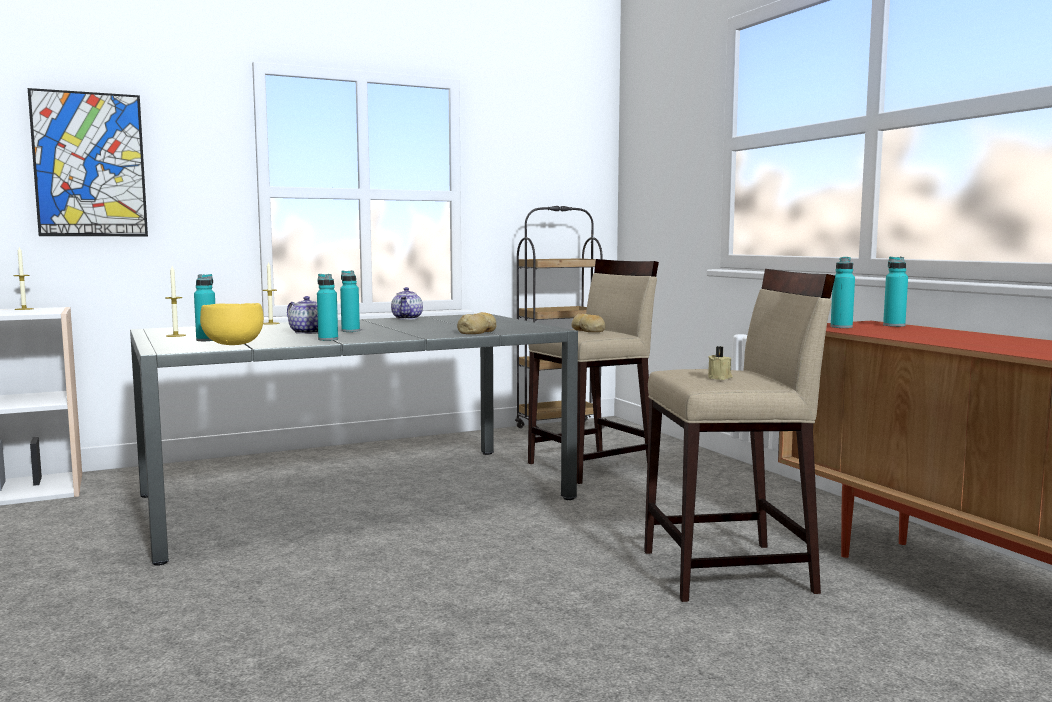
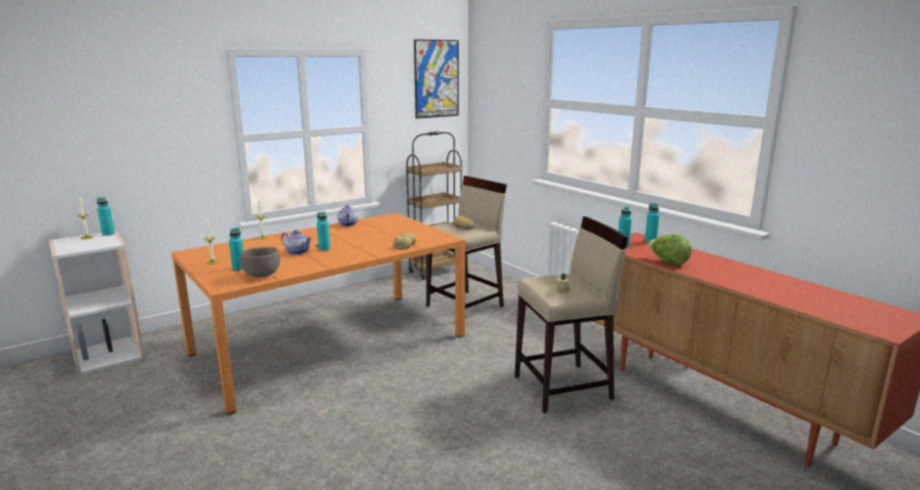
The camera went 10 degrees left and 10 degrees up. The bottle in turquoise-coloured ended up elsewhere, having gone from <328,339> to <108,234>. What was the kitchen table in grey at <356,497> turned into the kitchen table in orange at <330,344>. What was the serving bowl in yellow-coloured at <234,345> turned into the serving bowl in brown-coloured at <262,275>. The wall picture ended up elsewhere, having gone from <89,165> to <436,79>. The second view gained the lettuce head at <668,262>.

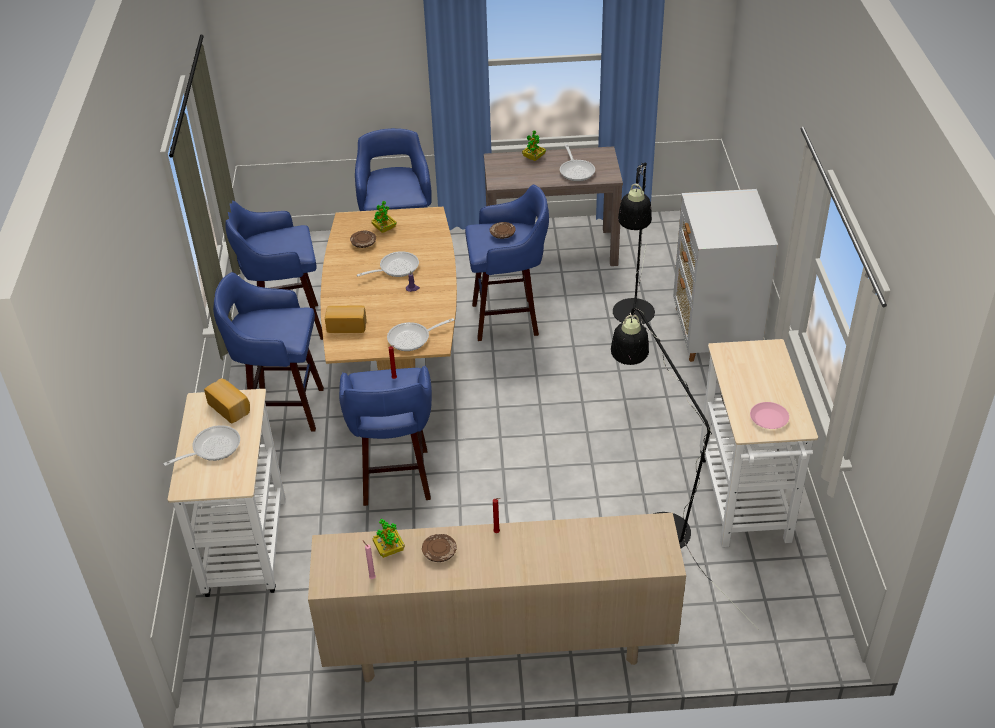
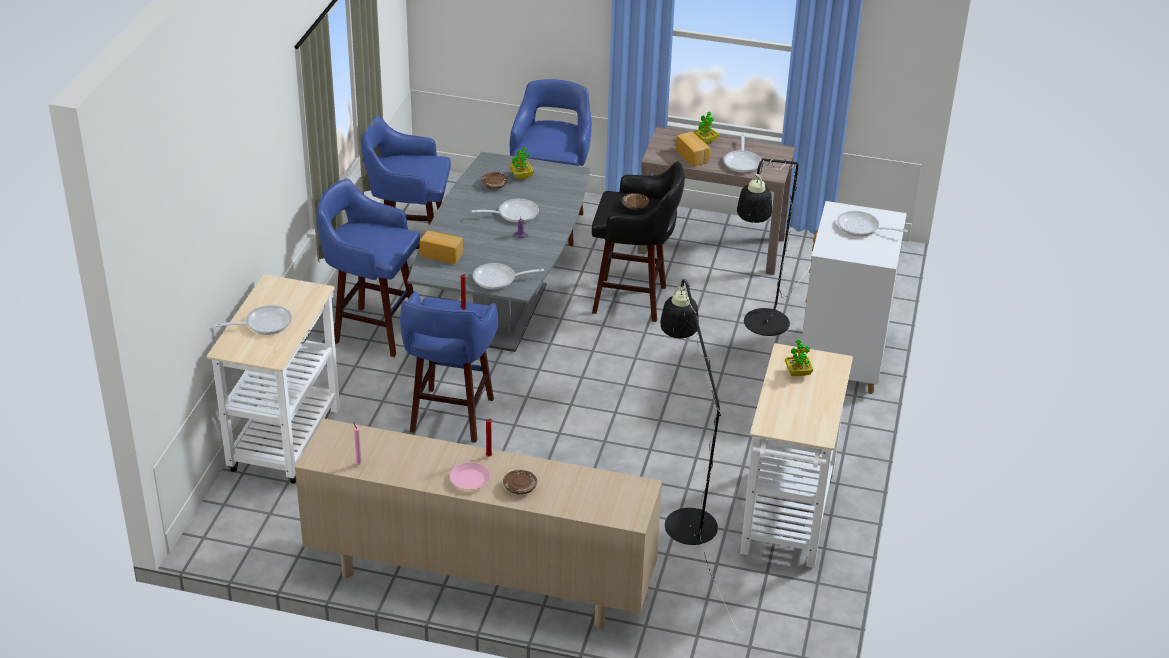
The camera went 15 degrees right and 5 degrees down. What was the kitchen table in brown-coloured at <397,361> turned into the kitchen table in grey at <503,313>. The flat dish in pink-coloured ended up elsewhere, having gone from <768,418> to <470,479>. The flat dish in brown-coloured ended up elsewhere, having gone from <439,552> to <520,487>. What was the stool in blue-coloured at <508,320> turned into the stool in black-coloured at <633,301>. The bakery bread ended up elsewhere, having gone from <230,407> to <693,156>. The houseplant ended up elsewhere, having gone from <389,549> to <798,372>. The second view gained the skillet at <862,228>.

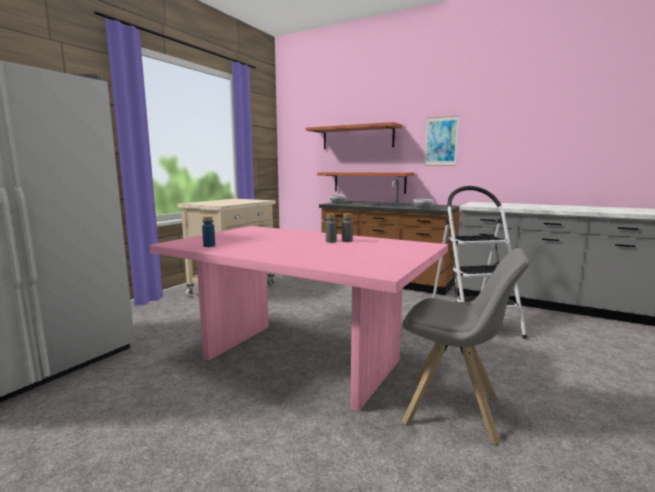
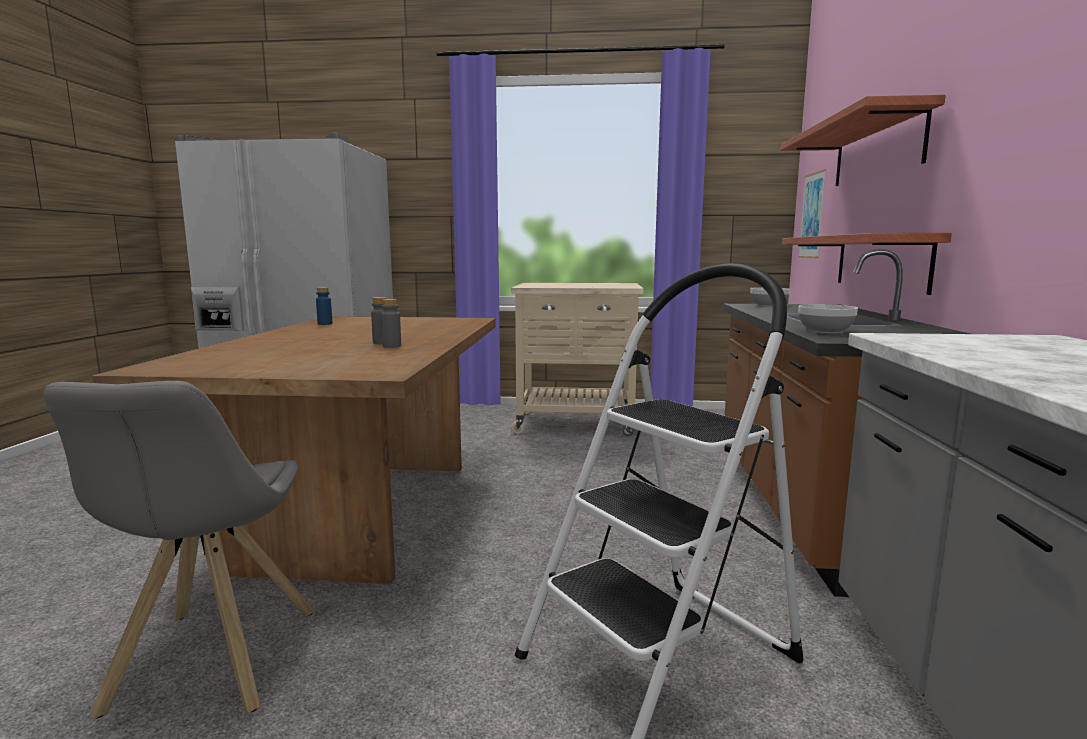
The camera went 65 degrees right and 0 degrees up. What was the kitchen table in pink-coloured at <299,359> turned into the kitchen table in brown-coloured at <362,511>. The wall picture ended up elsewhere, having gone from <441,141> to <812,215>.

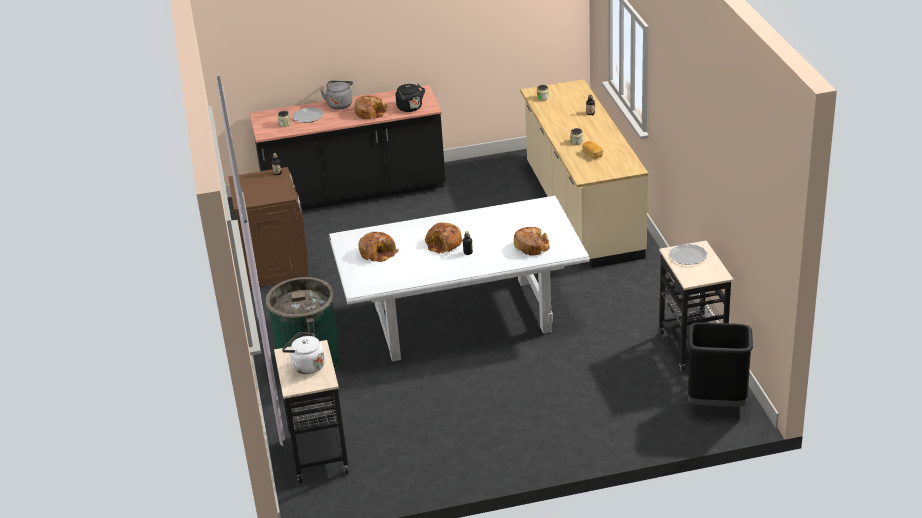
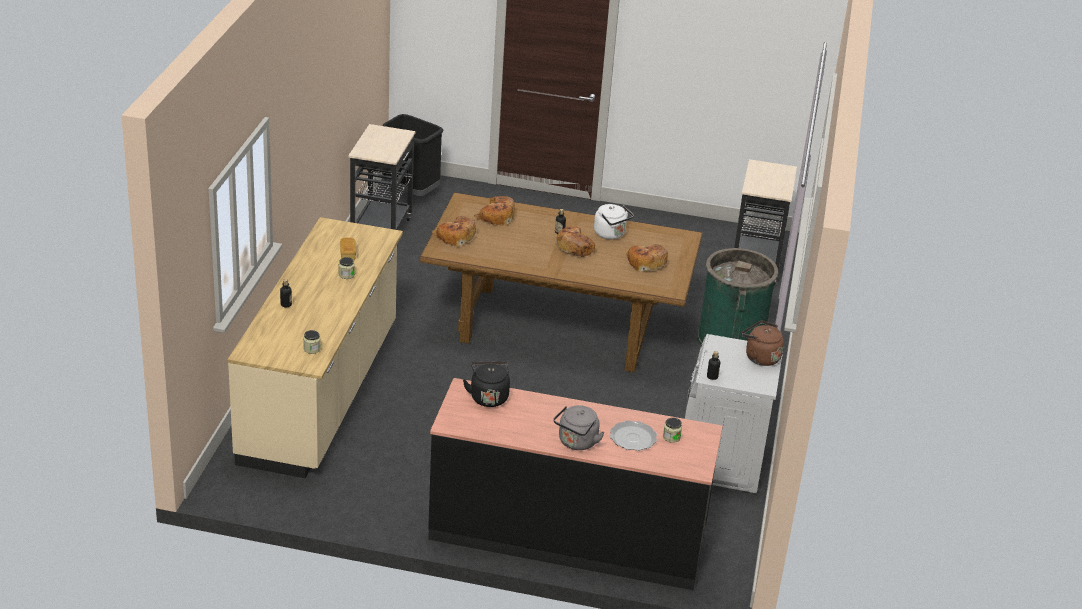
The camera went 160 degrees left and 0 degrees up. What was the kitchen table in white-coloured at <462,318> turned into the kitchen table in brown-coloured at <556,327>. The bakery bread ended up elsewhere, having gone from <370,112> to <455,236>. The kettle in white-coloured ended up elsewhere, having gone from <306,366> to <611,234>. What was the laundry machine in brown-coloured at <275,267> turned into the laundry machine in white-coloured at <722,461>. The second view gained the kettle in brown-coloured at <760,357>. The second view lost the flat dish at <688,256>.

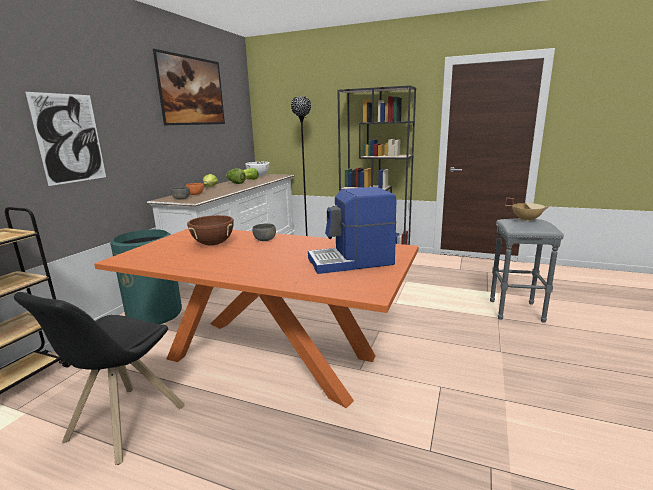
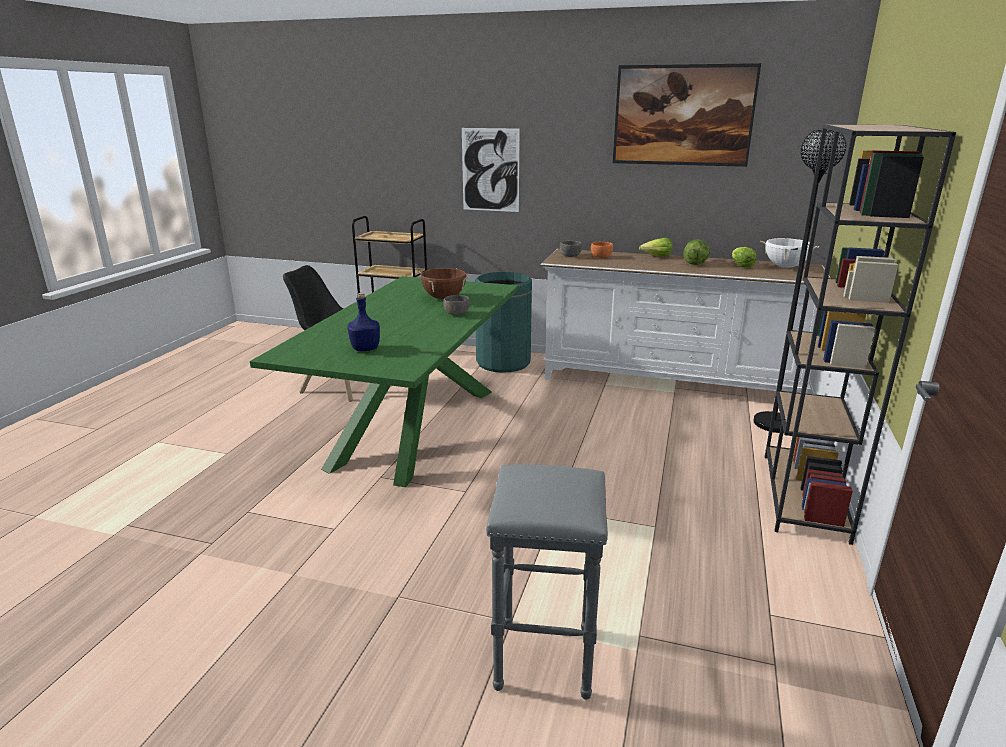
The camera went 85 degrees right and 5 degrees up. What was the kitchen table in orange at <271,357> turned into the kitchen table in green at <414,427>. Where the coffee maker stood at <351,262>, the bottle in blue-coloured came to stand at <364,348>. The second view lost the stockpot in beige at <526,220>.

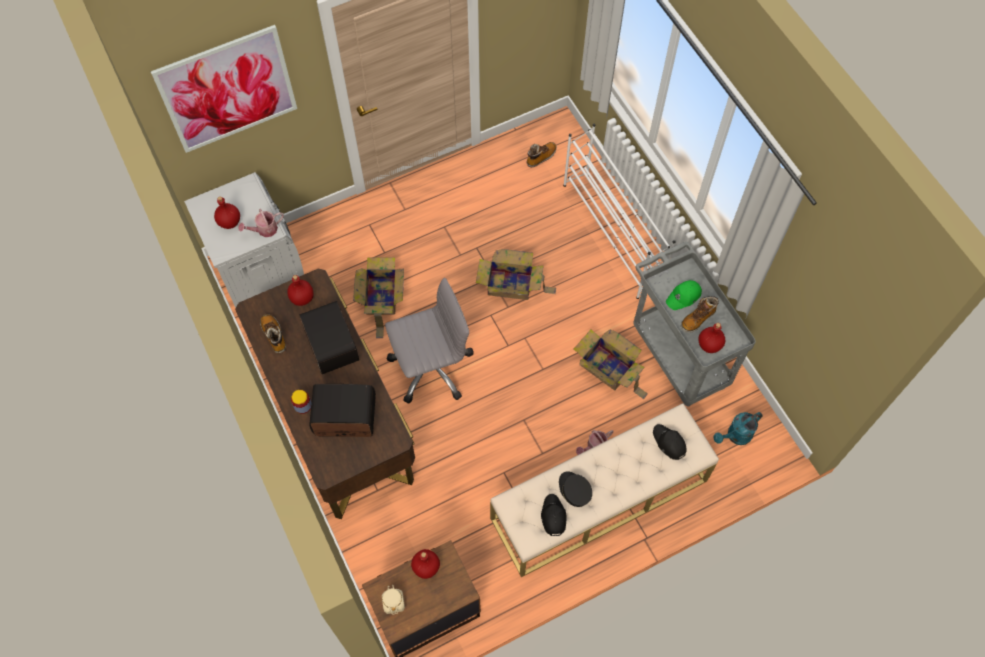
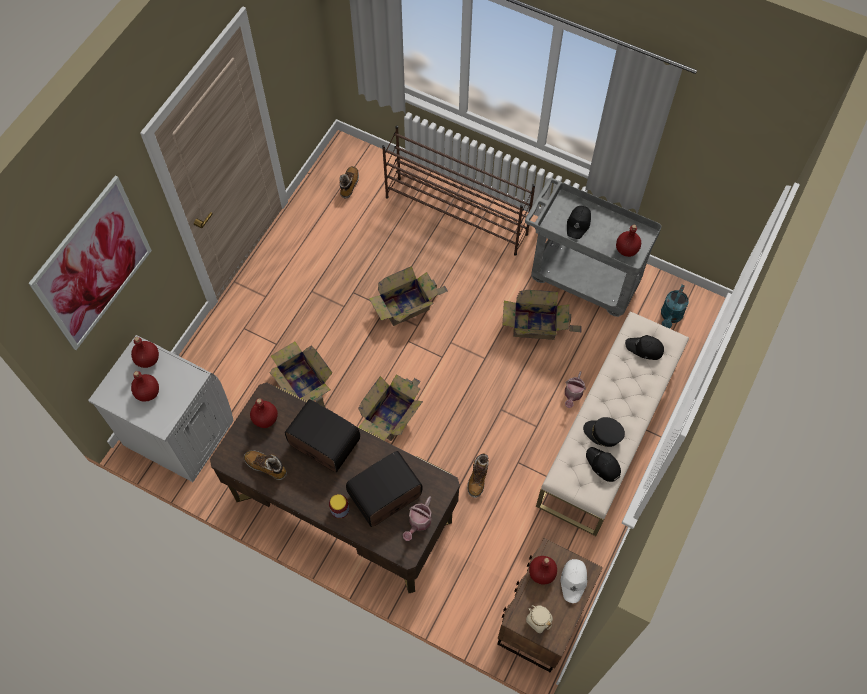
The camera went 35 degrees left and 0 degrees up. The second view gained the bottle in red at <148,359>. Where the office chair in grey stood at <431,367>, the carton came to stand at <392,415>. What was the shoe rack in white-coloured at <611,235> turned into the shoe rack in brown-coloured at <456,216>. The watering can ended up elsewhere, having gone from <264,230> to <418,523>. The boot ended up elsewhere, having gone from <697,319> to <478,478>. The second view gained the peaked cap in white-coloured at <574,580>. What was the peaked cap in green at <684,297> turned into the peaked cap in black-coloured at <578,224>.

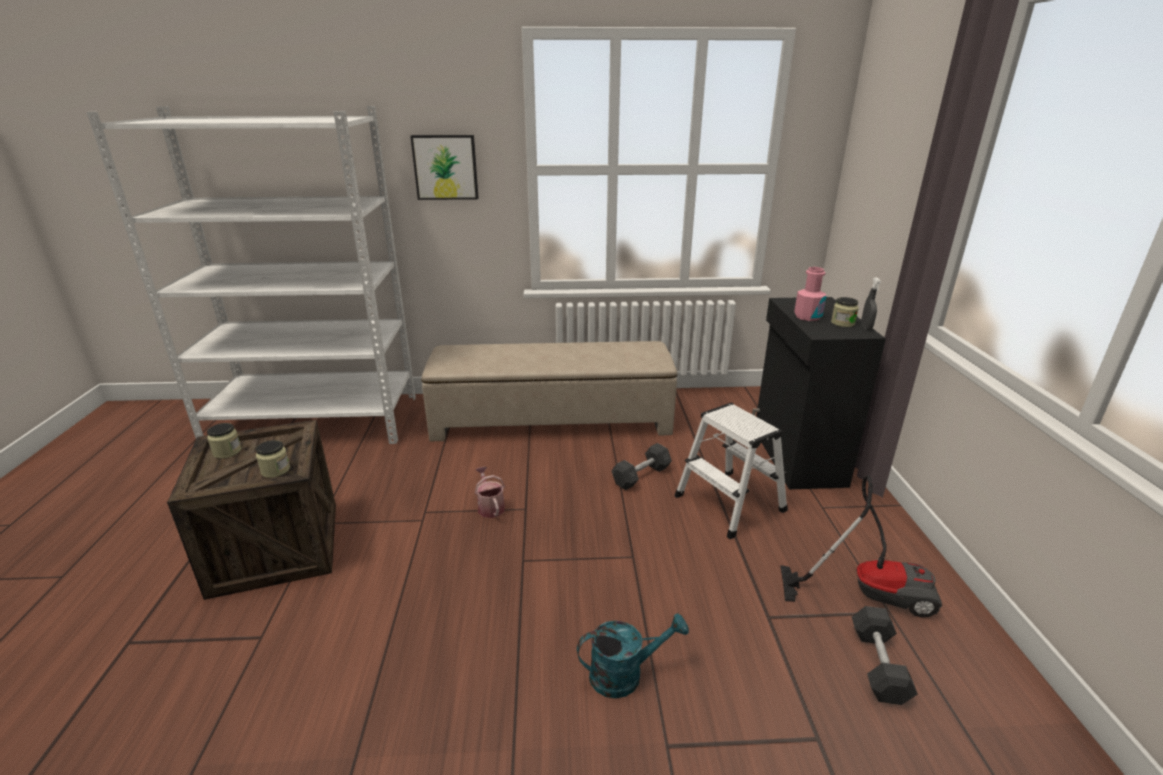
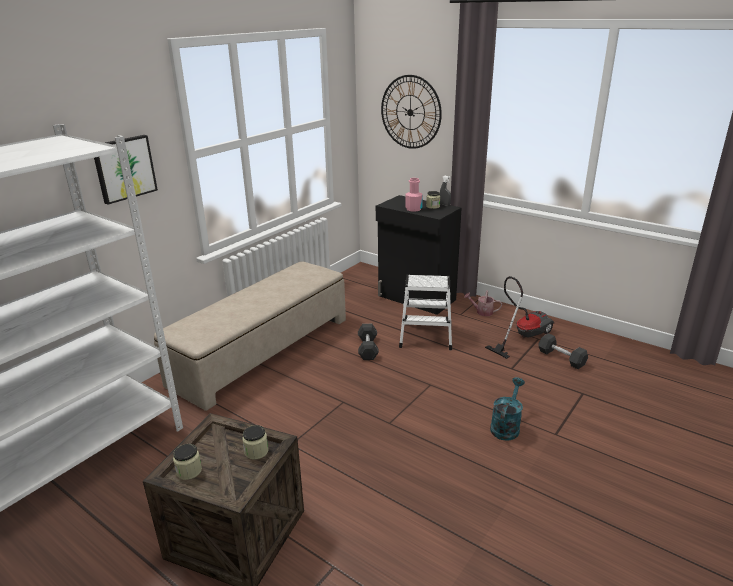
The camera went 50 degrees left and 0 degrees up. The second view gained the clock on the wall at <410,112>. The watering can ended up elsewhere, having gone from <490,506> to <482,312>.

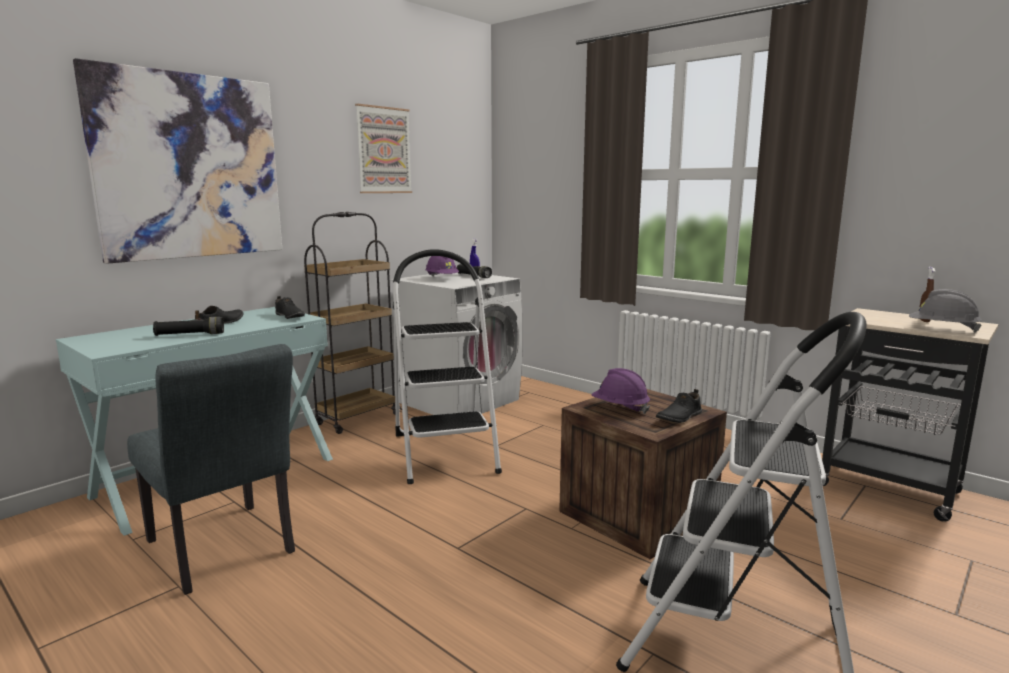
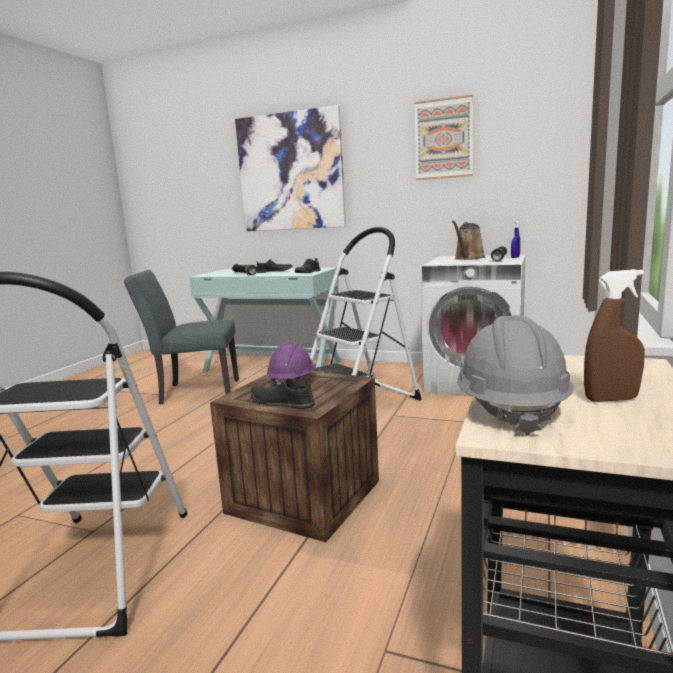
The camera went 70 degrees right and 0 degrees up. The upright chair in grey at <225,551> ended up facing another way, 60 degrees clockwise from before. Where the work helmet in purple stood at <442,278>, the watering can in brown-coloured came to stand at <468,258>. The second view lost the wheeled cart in brown-coloured at <357,419>.

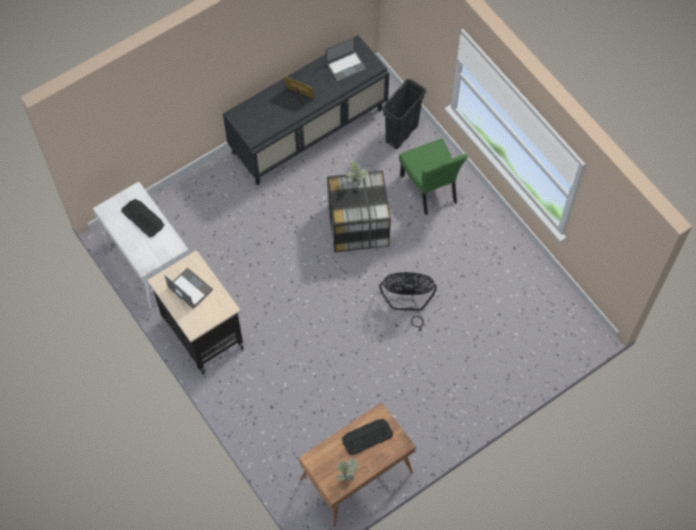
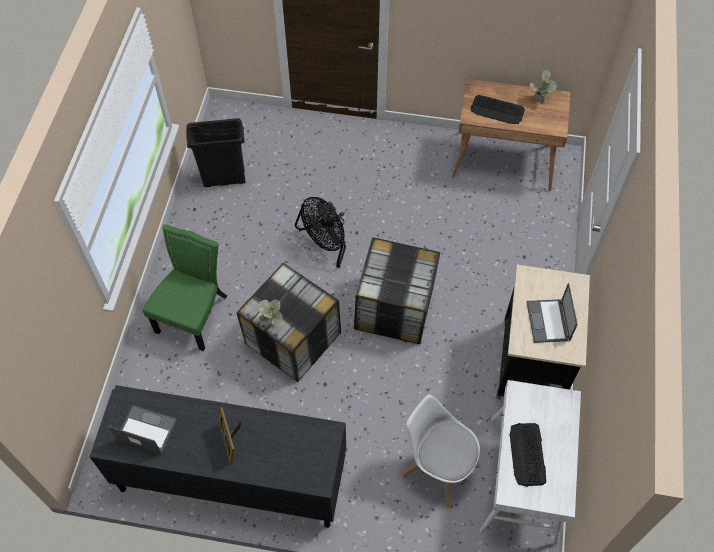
The camera went 135 degrees left and 5 degrees down. The trash can in black-coloured ended up elsewhere, having gone from <401,134> to <224,179>. The second view gained the storage bin at <395,309>. The second view gained the upright chair at <438,468>.

